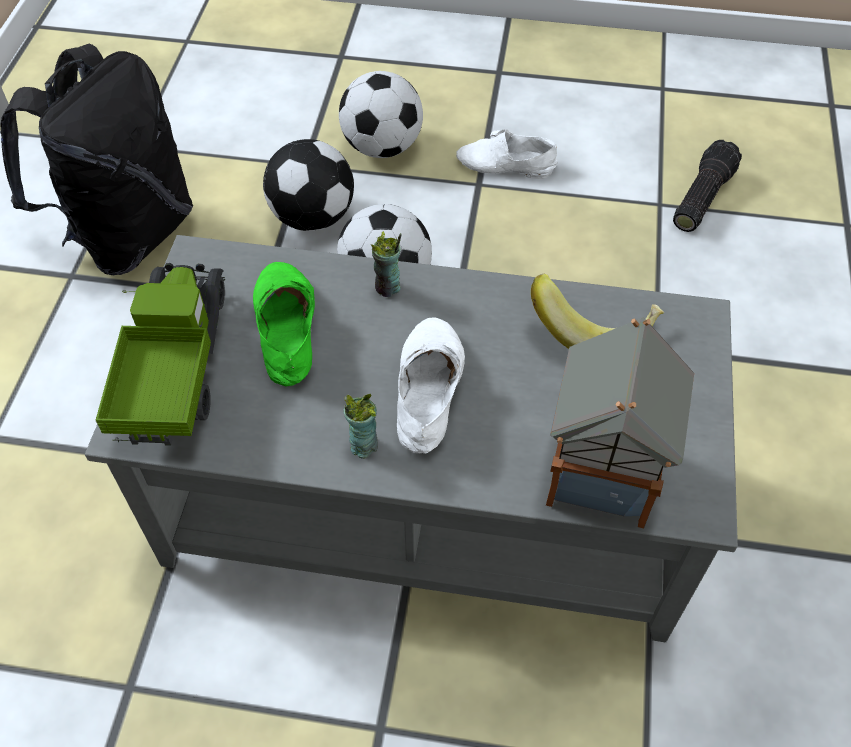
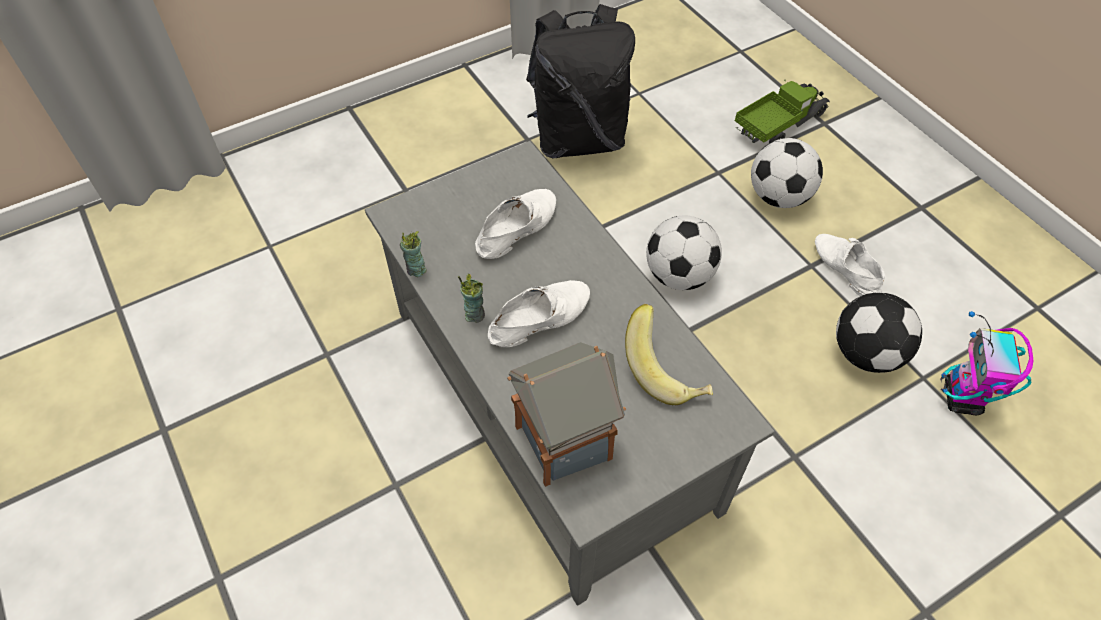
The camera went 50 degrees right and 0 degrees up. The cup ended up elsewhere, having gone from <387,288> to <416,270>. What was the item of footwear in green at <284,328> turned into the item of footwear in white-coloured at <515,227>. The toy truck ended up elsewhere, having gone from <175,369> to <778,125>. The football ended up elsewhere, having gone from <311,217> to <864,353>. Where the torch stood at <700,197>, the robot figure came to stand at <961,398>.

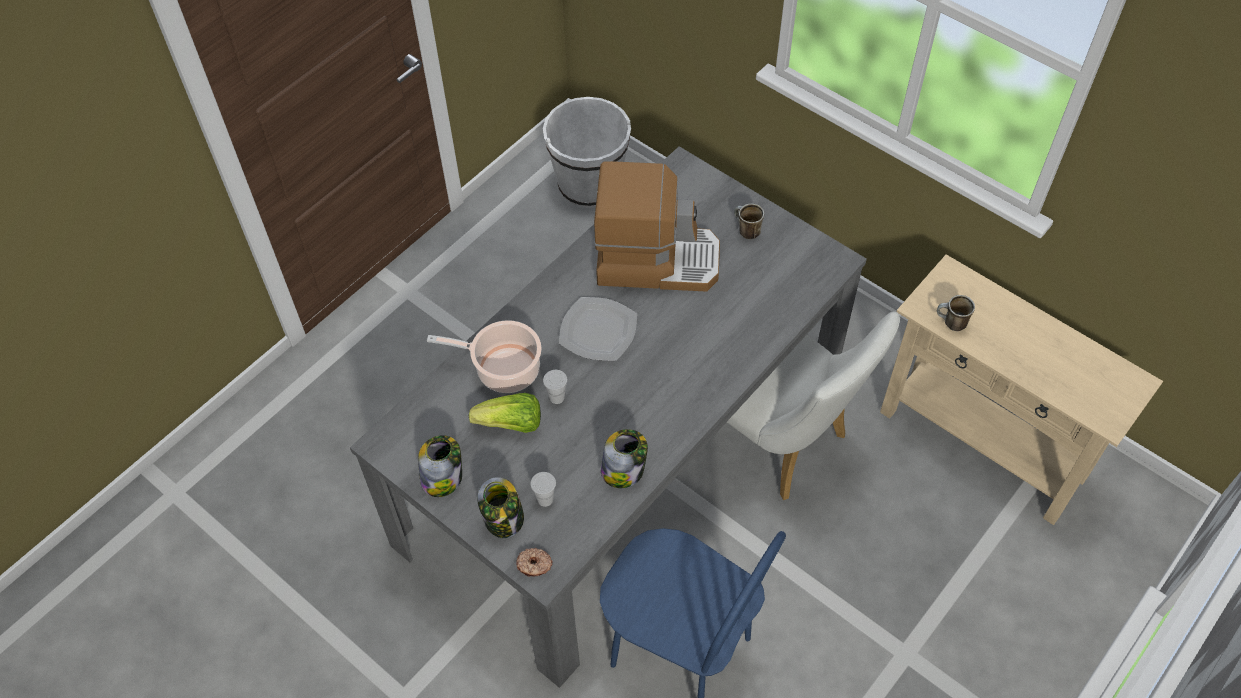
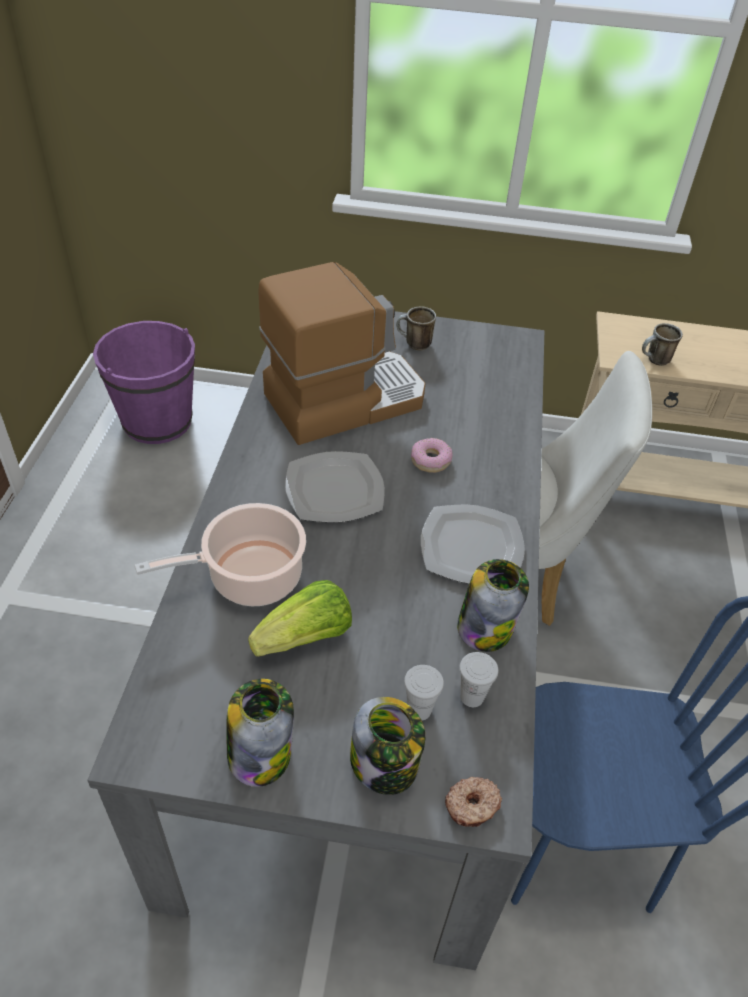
The camera went 35 degrees left and 10 degrees down. What was the water bucket in white-coloured at <589,184> turned into the water bucket in purple at <157,421>. The second view gained the donut at <430,460>. The second view gained the flat dish at <472,546>. The cup in white-coloured ended up elsewhere, having gone from <557,397> to <472,696>.

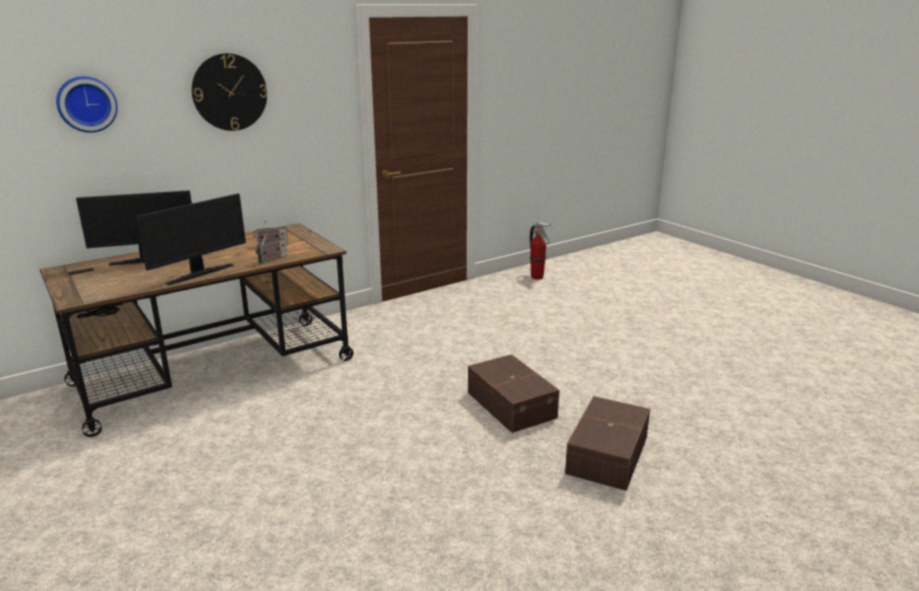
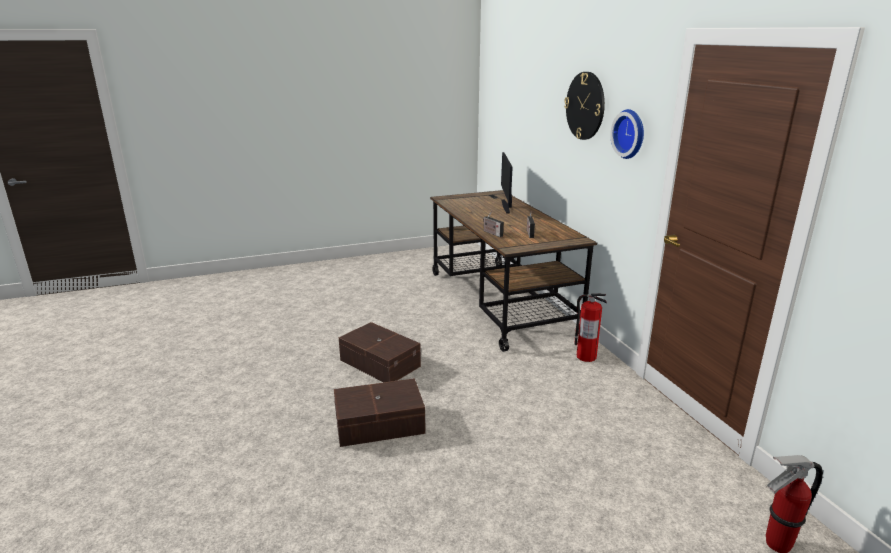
The camera went 105 degrees right and 0 degrees up. The storage bin in brown-coloured ended up elsewhere, having gone from <605,455> to <380,362>. The second view gained the fire extinguisher at <585,356>. The clock on the wall ended up elsewhere, having gone from <86,104> to <630,134>. The second view lost the computer display at <199,274>.

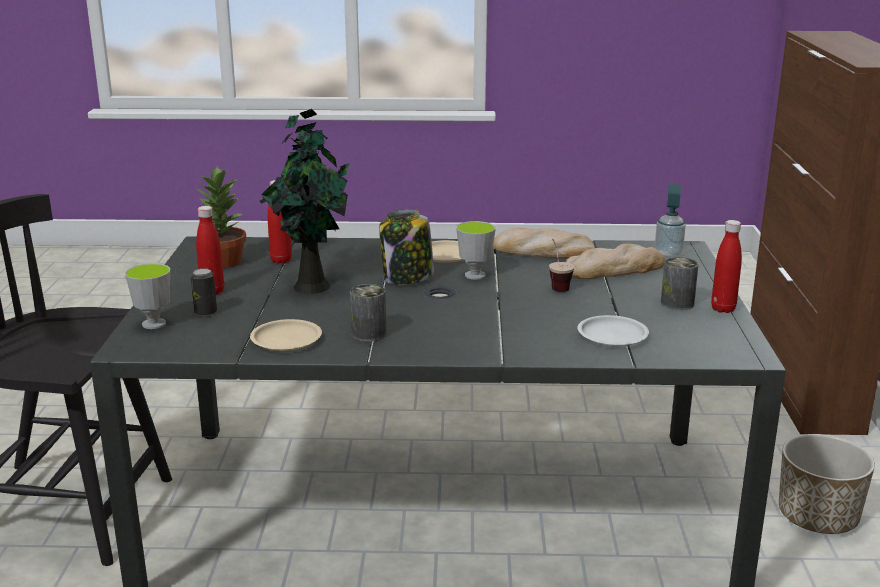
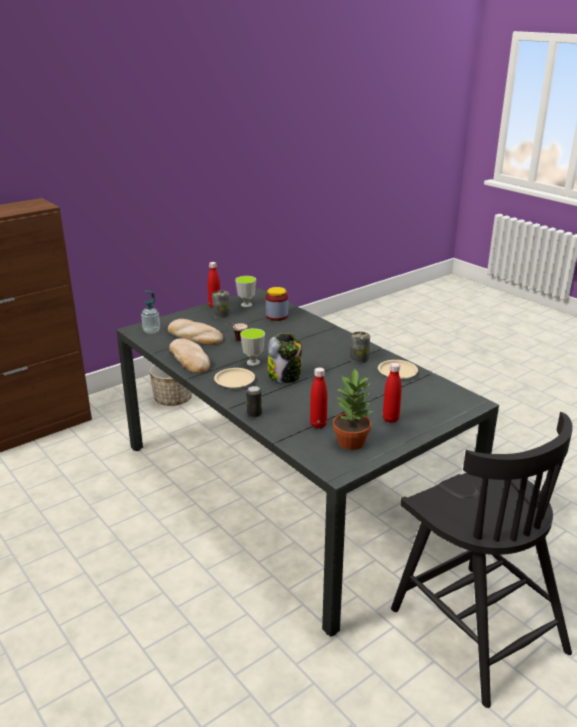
The camera went 130 degrees left and 5 degrees up. The cup ended up elsewhere, having gone from <154,324> to <246,305>. The can ended up elsewhere, having gone from <205,312> to <254,414>. Where the flat dish in white-coloured stood at <613,336>, the storage jar came to stand at <277,316>. The second view lost the houseplant at <311,285>.

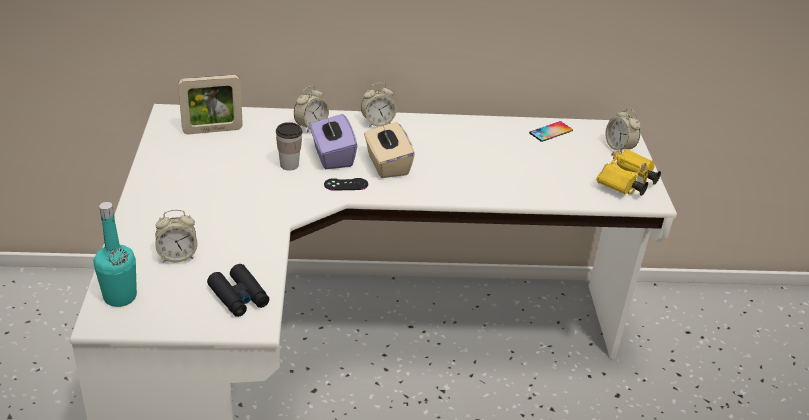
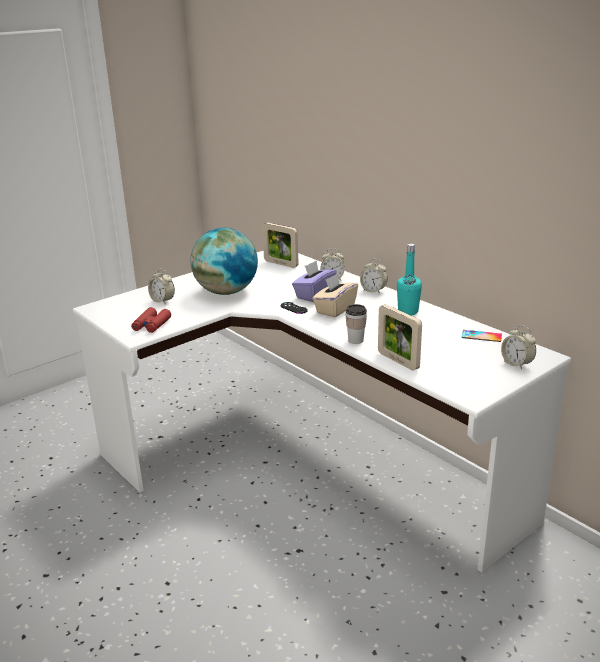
The camera went 55 degrees right and 10 degrees down. What was the binoculars in black-coloured at <239,297> turned into the binoculars in red at <151,325>. The second view gained the globe at <226,292>. The cup ended up elsewhere, having gone from <289,165> to <355,340>. The second view gained the standing frame at <398,361>. The bottle in turquoise-coloured ended up elsewhere, having gone from <120,297> to <408,311>. The table clock at <619,147> ended up facing another way, 60 degrees counterclockwise from before. The second view lost the binoculars in yellow-coloured at <625,184>.

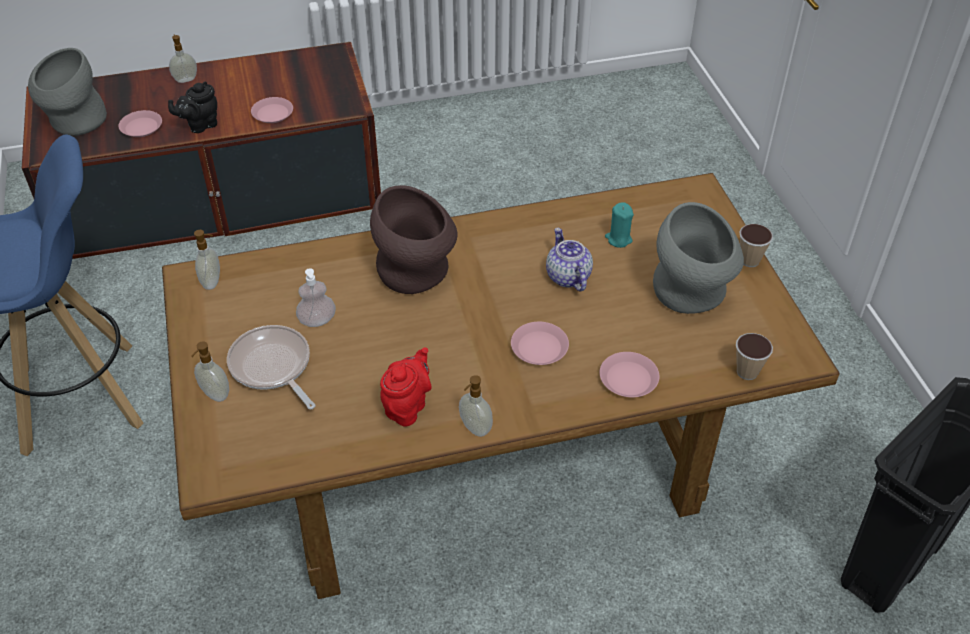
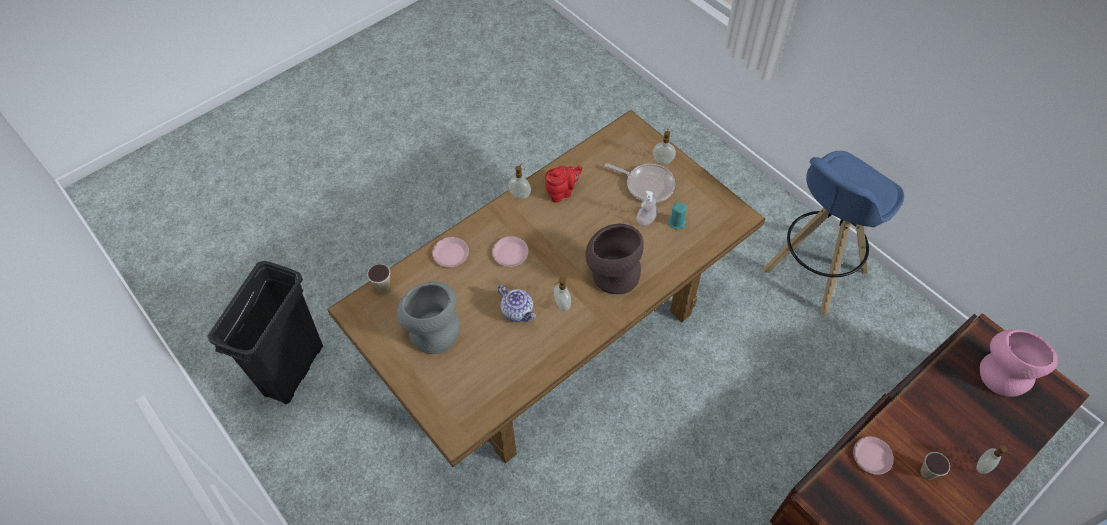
The camera went 155 degrees right and 10 degrees up. The teapot in red at <407,406> ended up facing another way, 120 degrees counterclockwise from before. The liquid soap bottle ended up elsewhere, having gone from <212,282> to <561,305>. The wax candle in turquoise-coloured ended up elsewhere, having gone from <618,239> to <677,223>. The cup ended up elsewhere, having gone from <749,260> to <927,472>. What was the flower vase in grey at <74,122> turned into the flower vase in pink-coloured at <1003,372>. The second view lost the flat dish in pink-coloured at <141,127>. The second view lost the teapot in black-coloured at <200,125>.

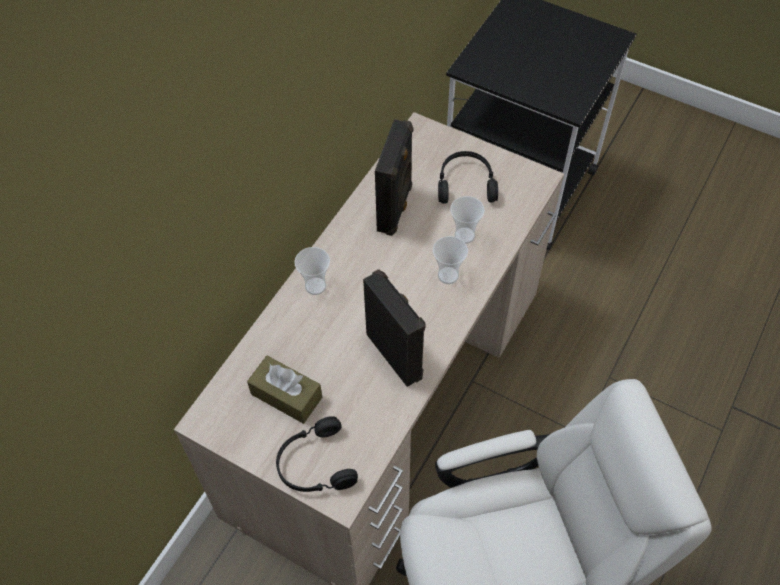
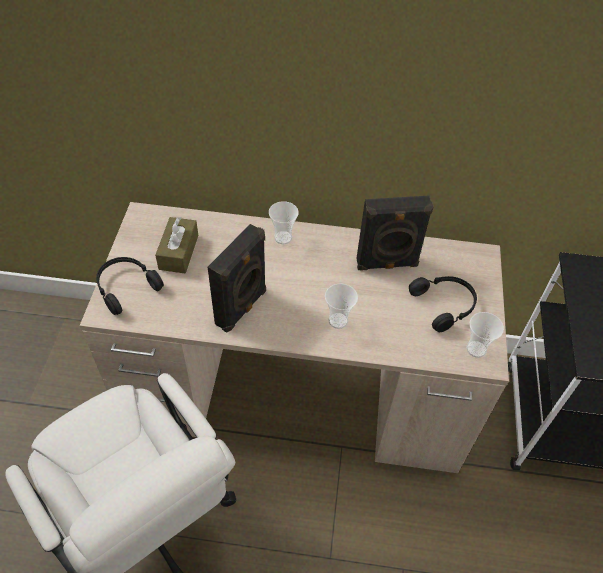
The camera went 65 degrees right and 5 degrees down. The cup ended up elsewhere, having gone from <464,235> to <476,349>.

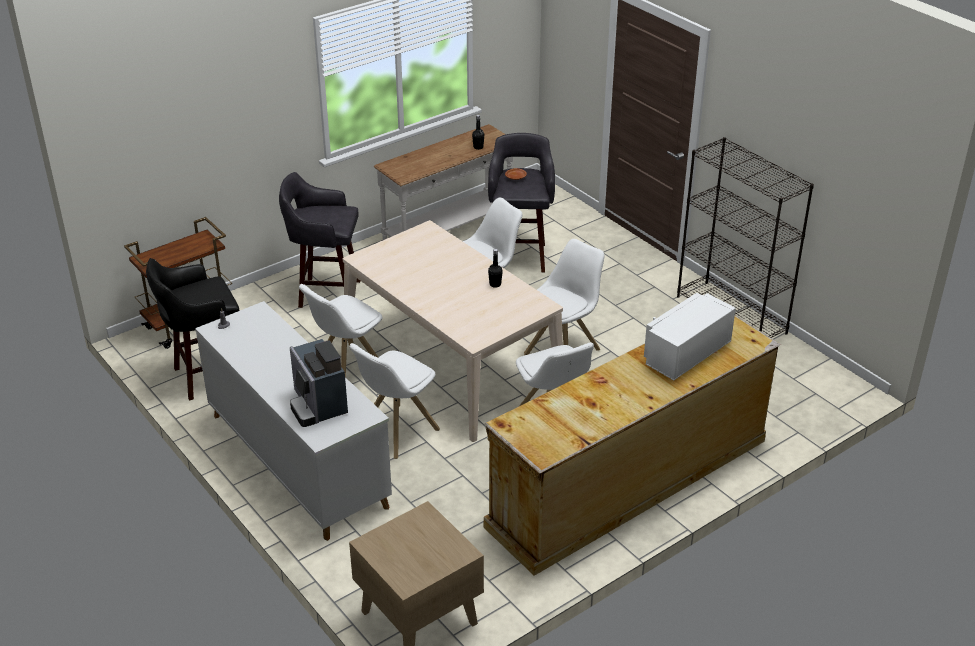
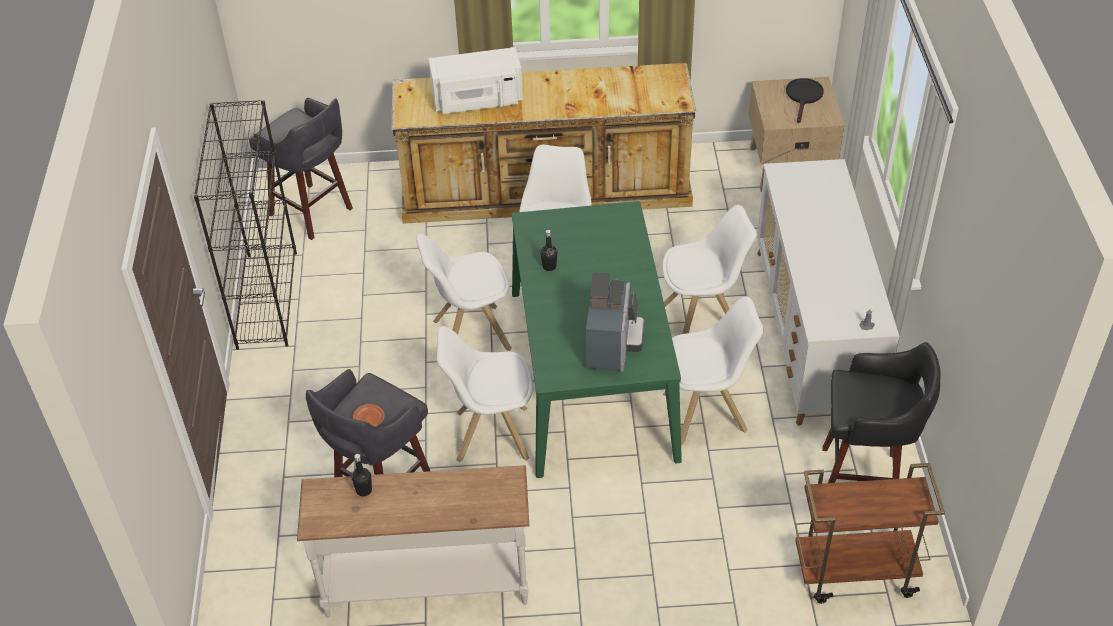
The camera went 145 degrees left and 10 degrees up. The stool in grey ended up elsewhere, having gone from <326,293> to <313,213>. What was the kitchen table in beige at <451,363> turned into the kitchen table in green at <592,372>. The coffee maker ended up elsewhere, having gone from <318,405> to <613,345>. The second view gained the skillet in black-coloured at <803,97>.

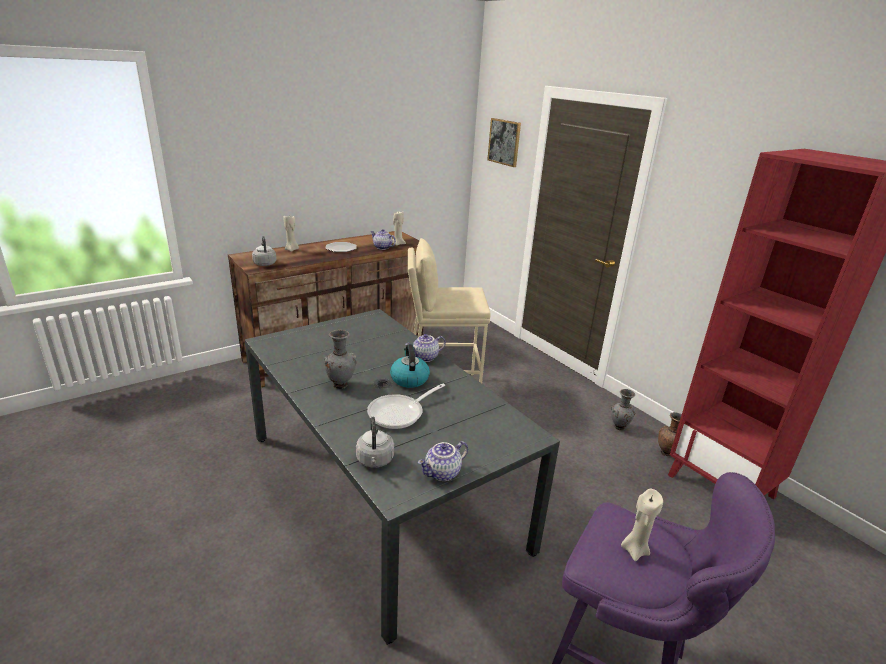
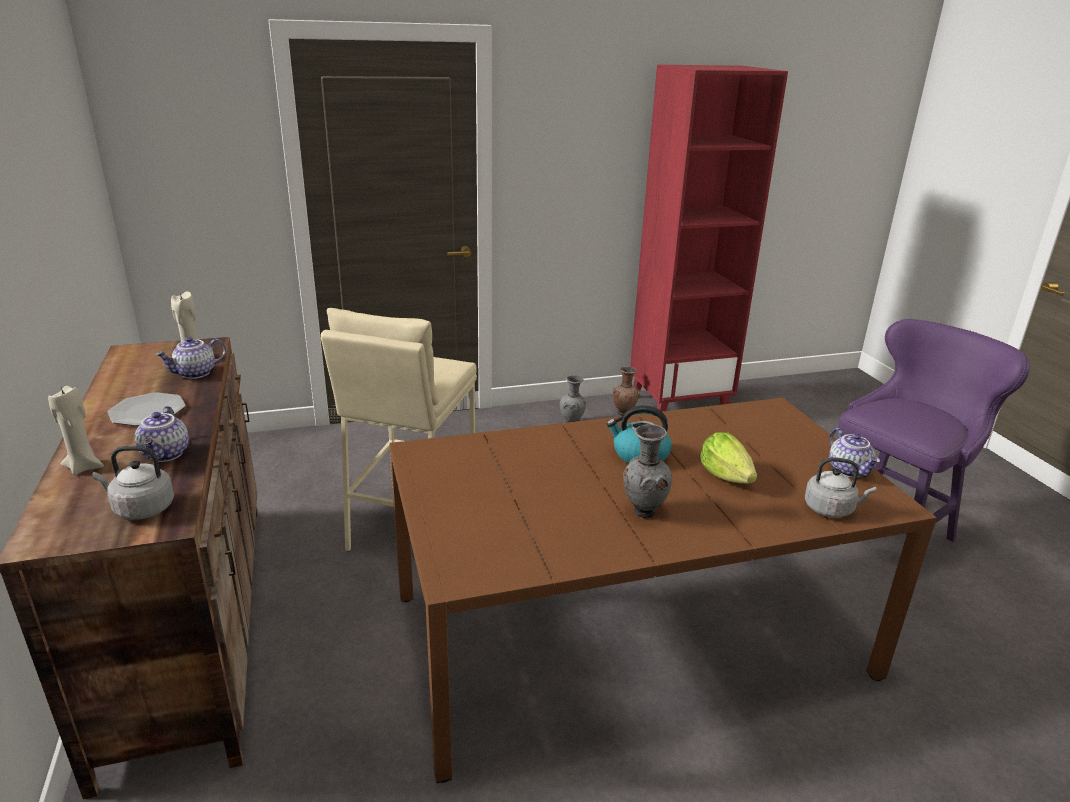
The camera went 70 degrees left and 0 degrees up. The teapot ended up elsewhere, having gone from <425,358> to <166,454>. What was the kitchen table in grey at <382,490> turned into the kitchen table in brown-coloured at <628,635>. Where the skillet stood at <400,413>, the lettuce head came to stand at <726,476>. The second view lost the wall picture at <504,142>. The second view lost the wax candle in beige at <634,550>.

